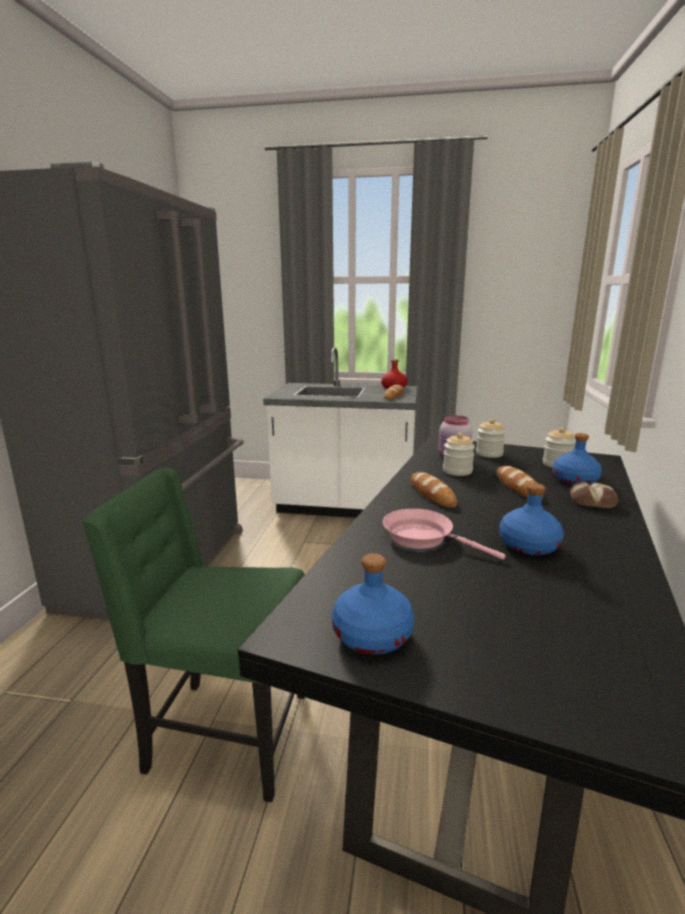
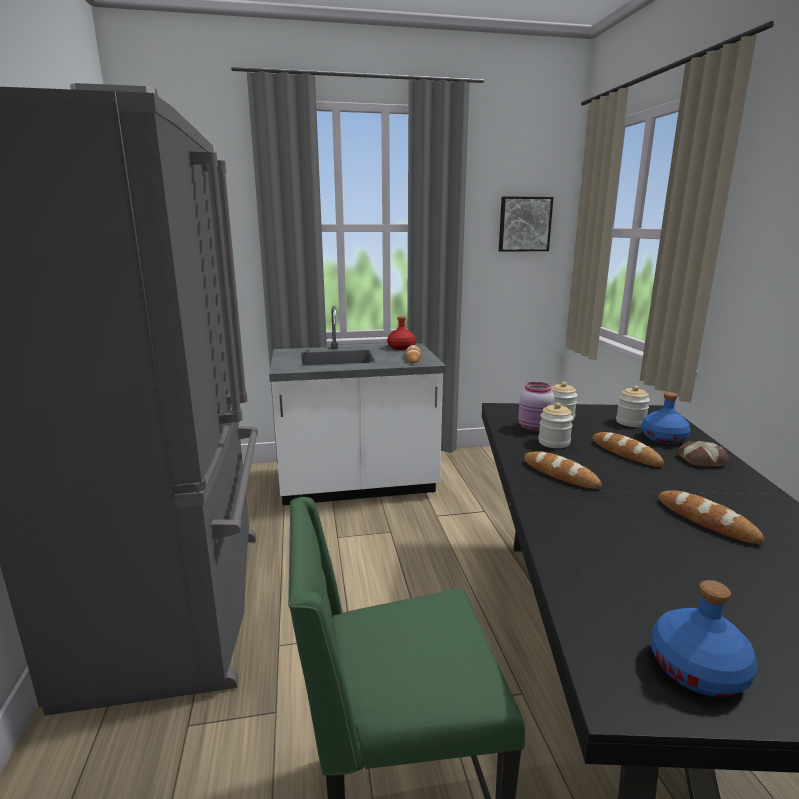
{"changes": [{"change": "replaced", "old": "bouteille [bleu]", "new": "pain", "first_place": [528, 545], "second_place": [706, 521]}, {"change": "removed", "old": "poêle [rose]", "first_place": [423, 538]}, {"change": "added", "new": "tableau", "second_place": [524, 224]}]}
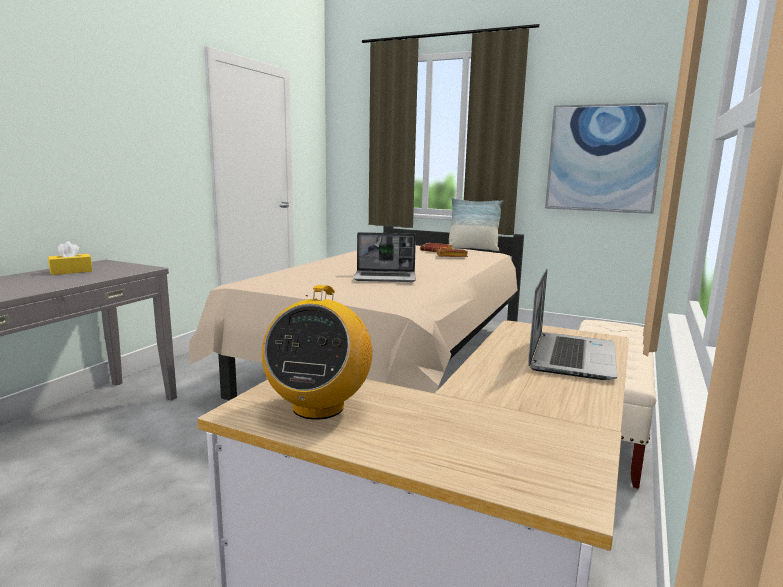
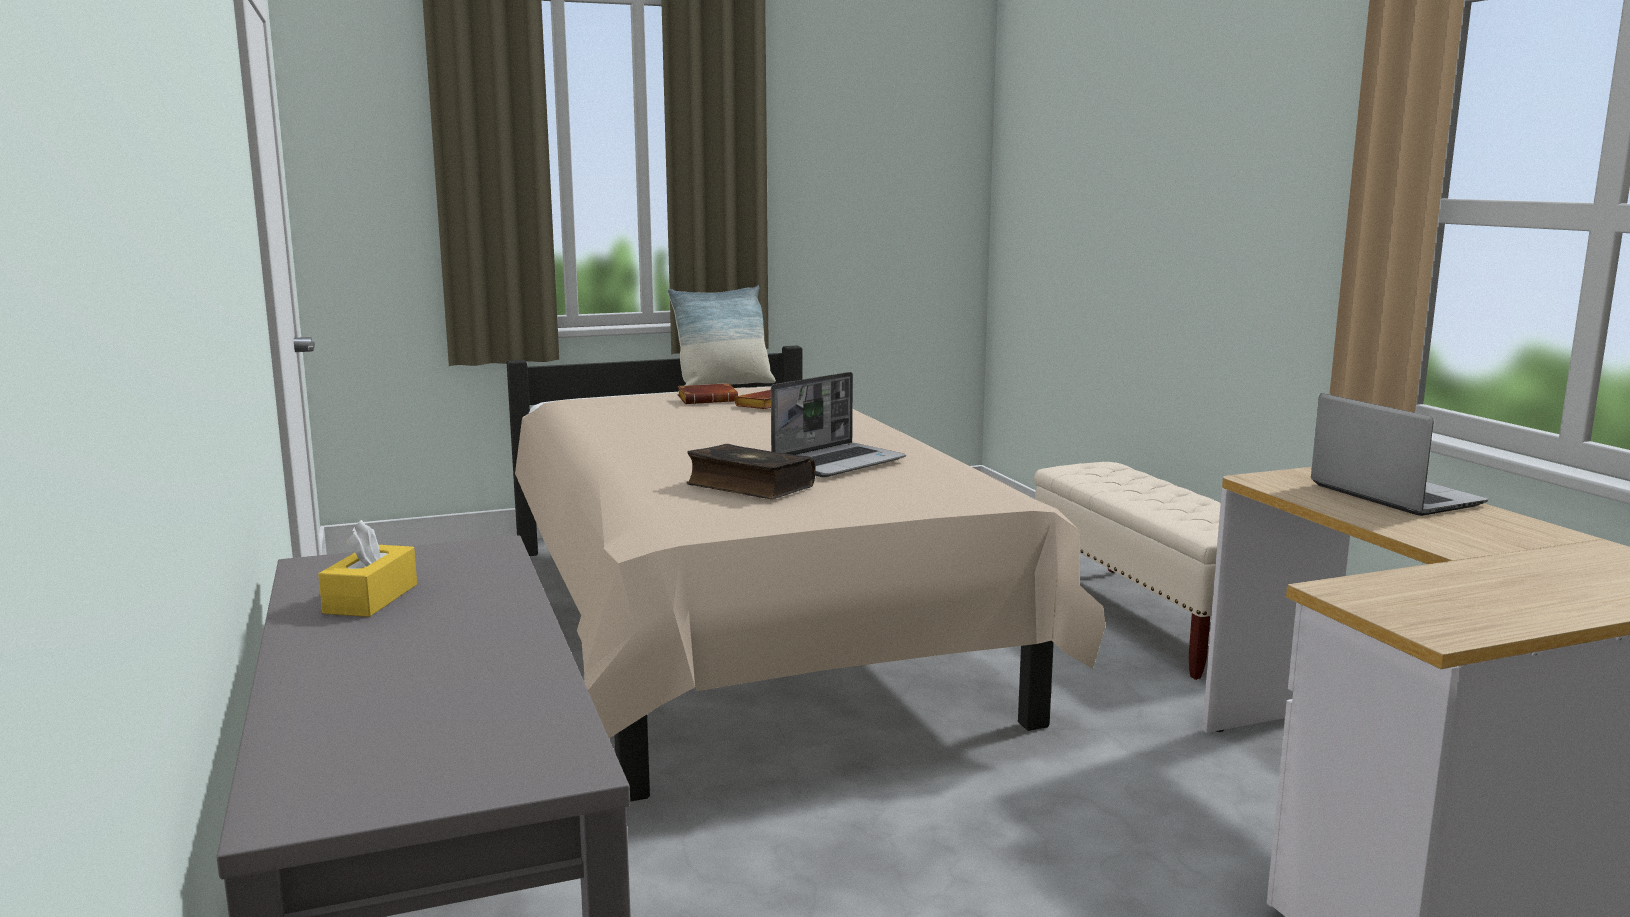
{"changes": [{"change": "removed", "old": "tableau", "first_place": [603, 158]}, {"change": "removed", "old": "radio", "first_place": [318, 407]}, {"change": "added", "new": "livre", "second_place": [749, 486]}]}
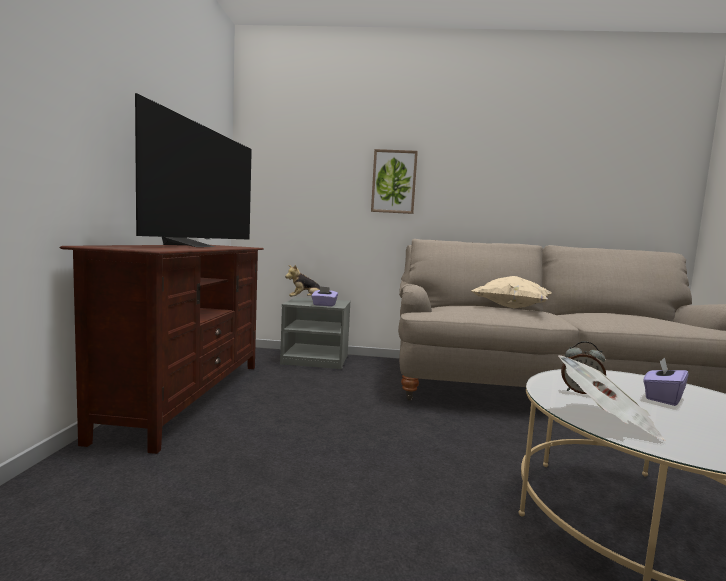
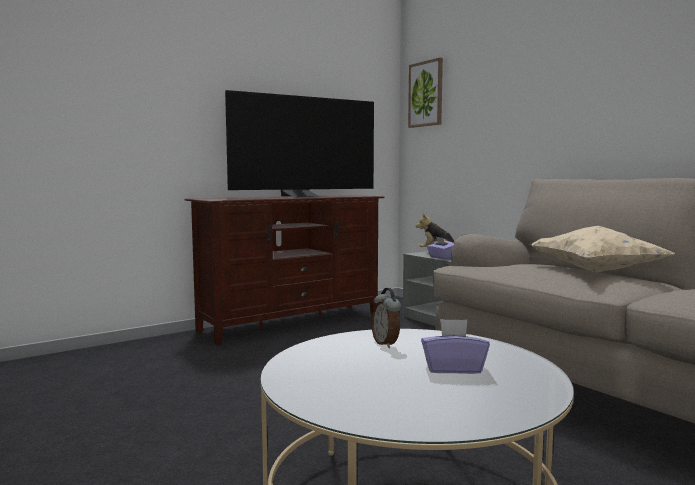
{"changes": [{"change": "moved", "old": "tableau", "first_place": [394, 182], "second_place": [426, 94]}, {"change": "removed", "old": "journal", "first_place": [607, 420]}]}
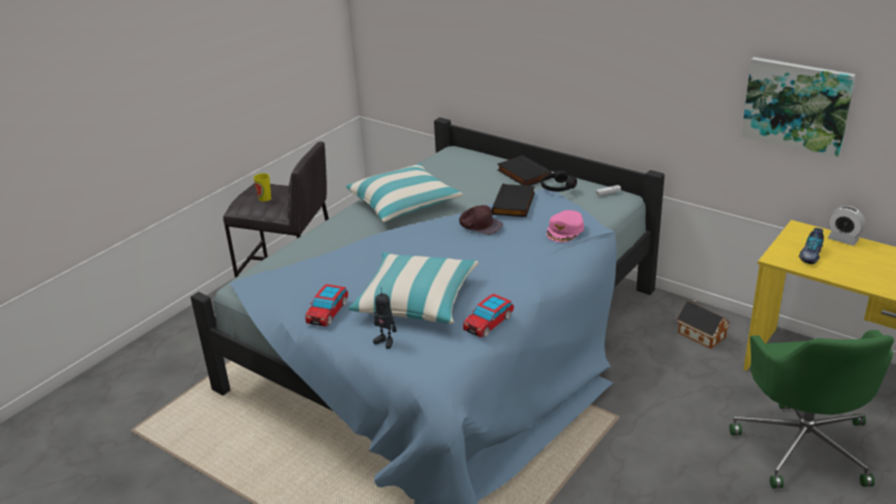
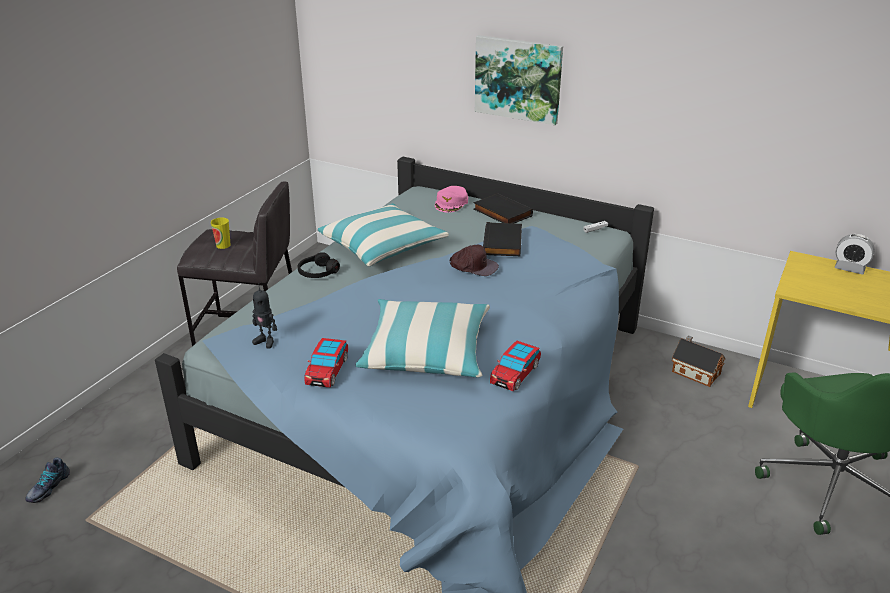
{"changes": [{"change": "moved", "old": "tableau", "first_place": [797, 105], "second_place": [518, 79]}, {"change": "moved", "old": "casque audio [noir]", "first_place": [557, 187], "second_place": [317, 272]}, {"change": "moved", "old": "casquette [rose]", "first_place": [565, 230], "second_place": [451, 203]}, {"change": "moved", "old": "chaussure", "first_place": [810, 254], "second_place": [48, 487]}, {"change": "moved", "old": "robot jouet", "first_place": [385, 341], "second_place": [266, 341]}]}
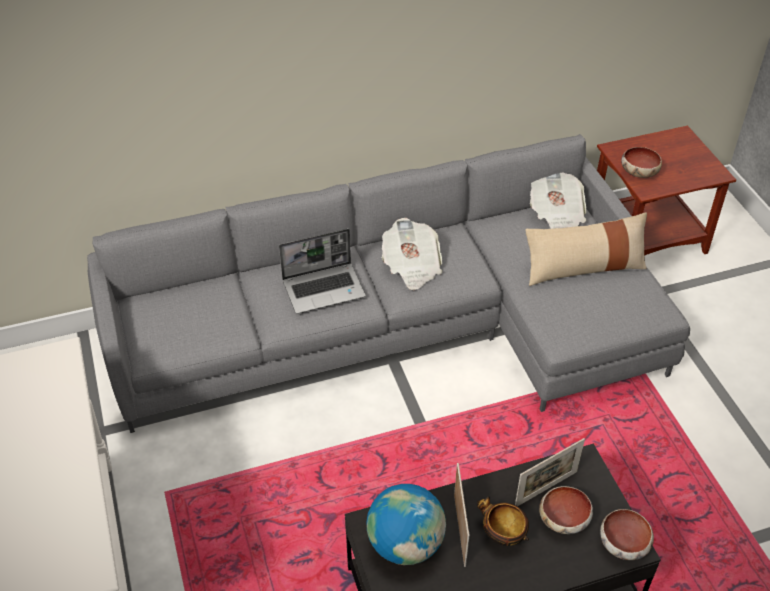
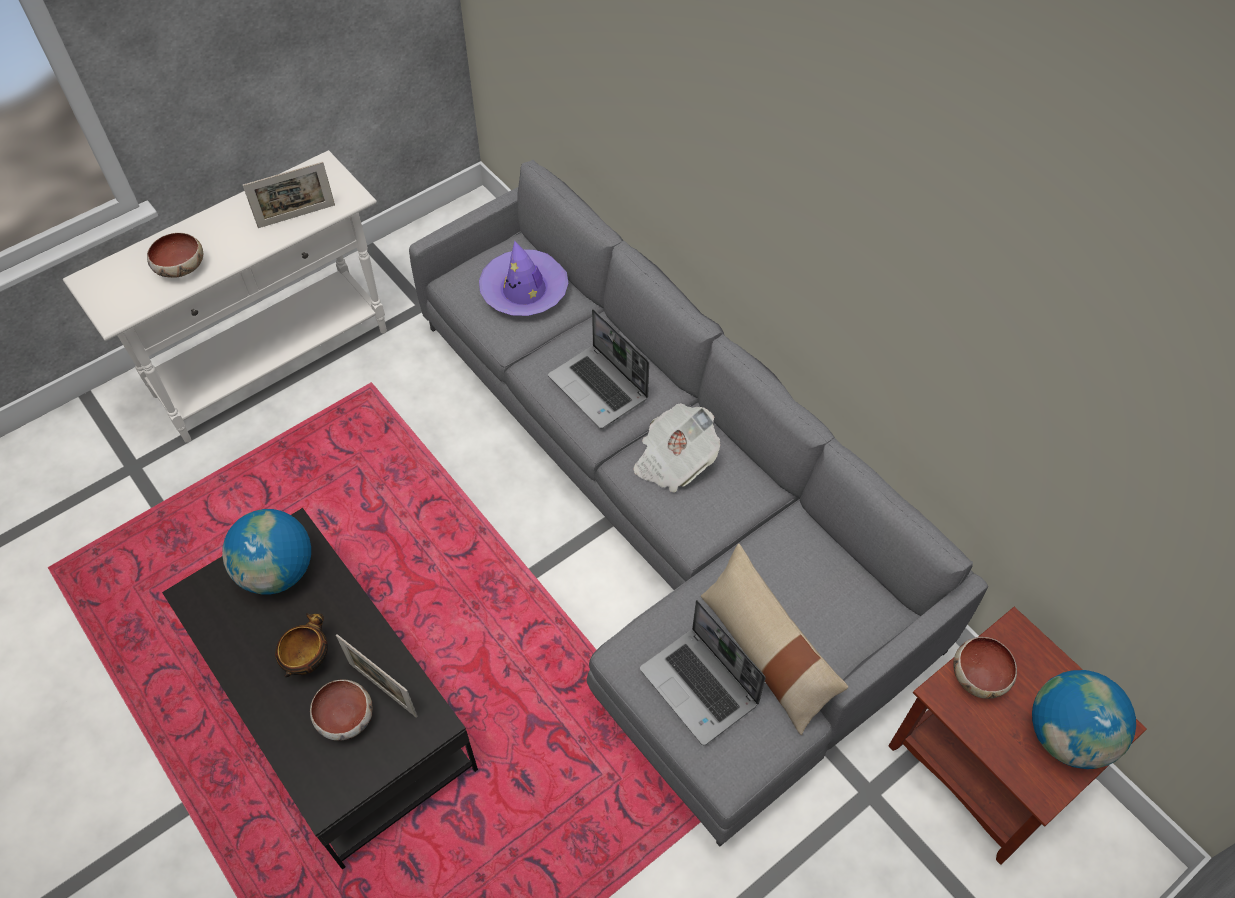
{"changes": [{"change": "removed", "old": "journal", "first_place": [556, 214]}, {"change": "moved", "old": "cadre photo", "first_place": [459, 530], "second_place": [296, 216]}, {"change": "moved", "old": "bol", "first_place": [624, 544], "second_place": [180, 268]}, {"change": "added", "new": "chapeau [violet]", "second_place": [524, 290]}, {"change": "added", "new": "ordinateur portable", "second_place": [700, 687]}, {"change": "added", "new": "globe", "second_place": [1068, 736]}]}
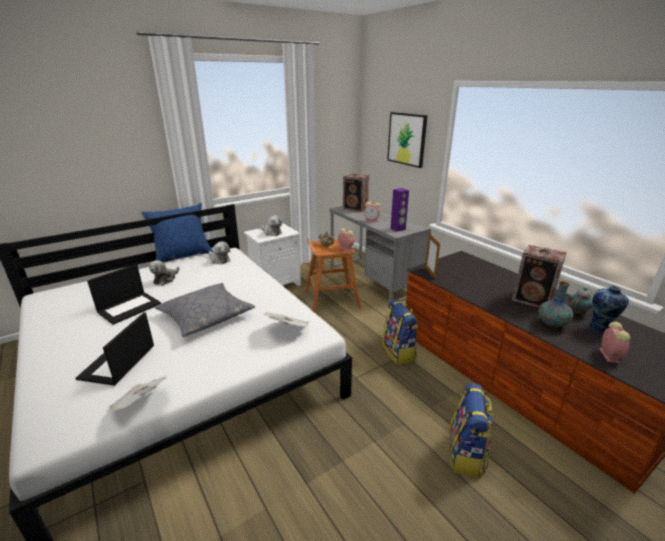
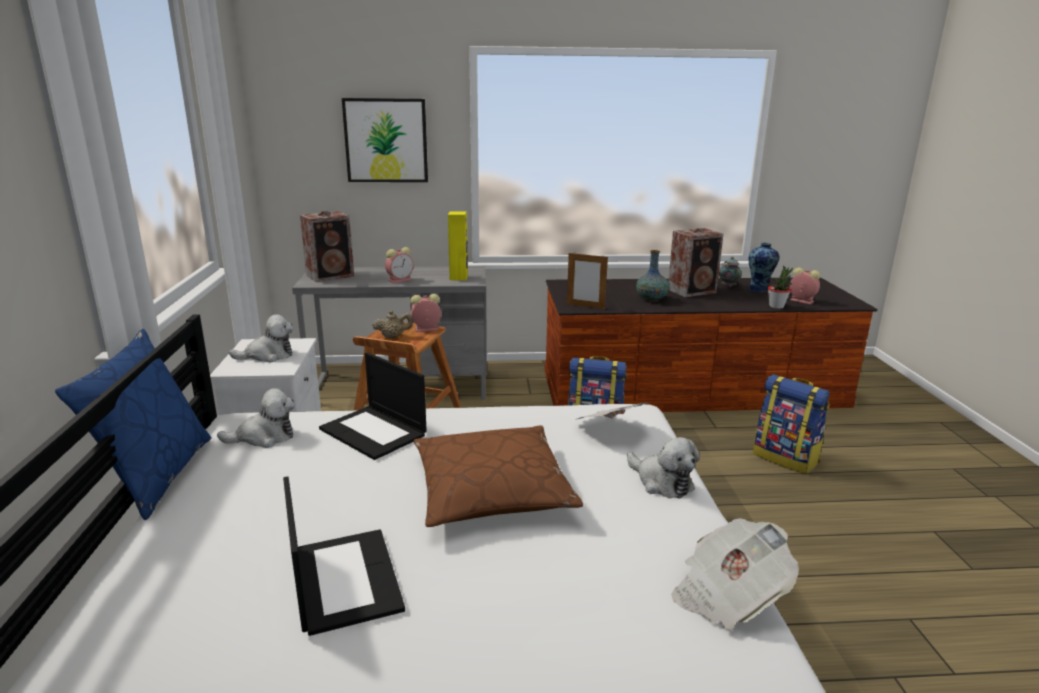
{"changes": [{"change": "recoloured", "old": "enceinte [violet]", "new": "enceinte [jaune]", "first_place": [398, 229], "second_place": [459, 277]}, {"change": "moved", "old": "peluche", "first_place": [165, 279], "second_place": [661, 482]}, {"change": "moved", "old": "vase", "first_place": [552, 323], "second_place": [651, 299]}, {"change": "recoloured", "old": "coussin [gris]", "new": "coussin [marron]", "first_place": [206, 316], "second_place": [491, 490]}, {"change": "moved", "old": "ordinateur portable", "first_place": [118, 363], "second_place": [374, 432]}, {"change": "added", "new": "plante en pot", "second_place": [776, 306]}]}
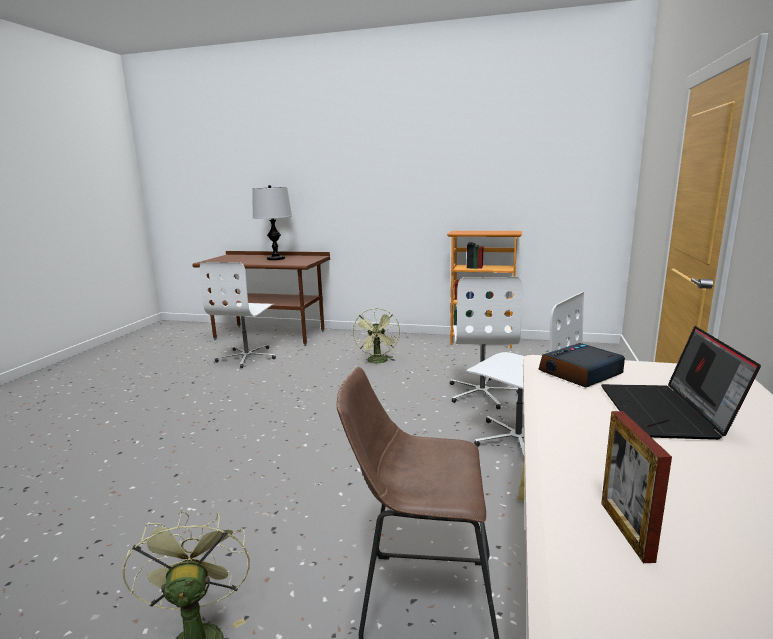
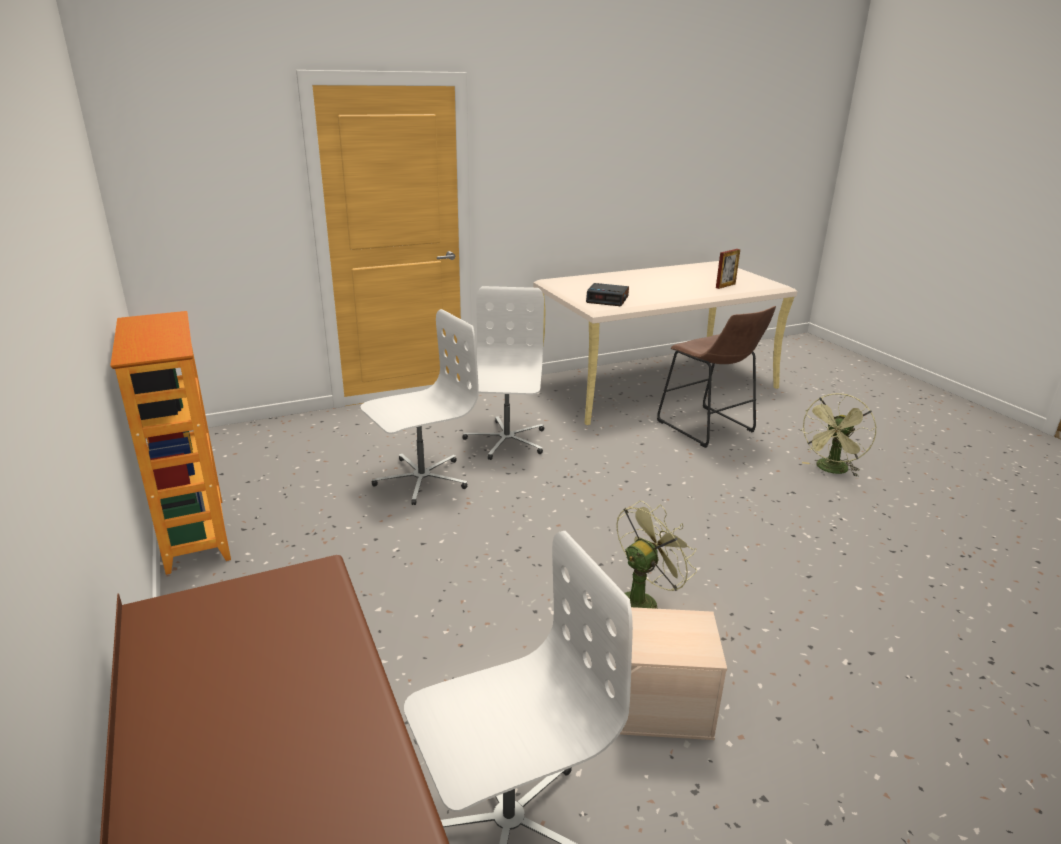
{"changes": [{"change": "removed", "old": "lampe de table", "first_place": [276, 258]}, {"change": "moved", "old": "ventilateur [vert]", "first_place": [378, 362], "second_place": [642, 601]}, {"change": "removed", "old": "ordinateur portable", "first_place": [667, 413]}, {"change": "added", "new": "boîte de rangement [beige]", "second_place": [663, 704]}]}
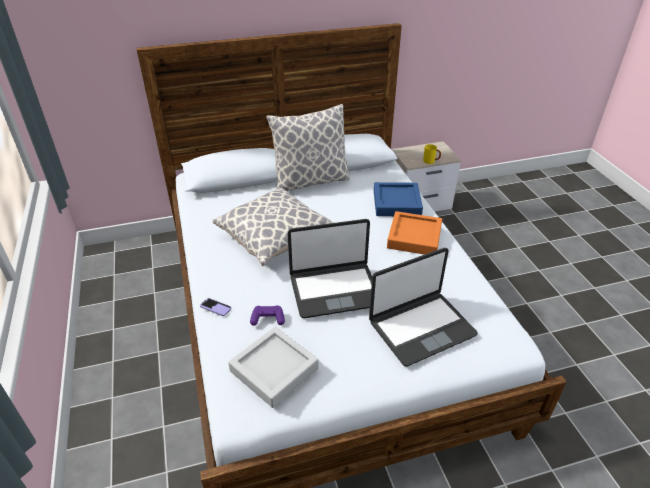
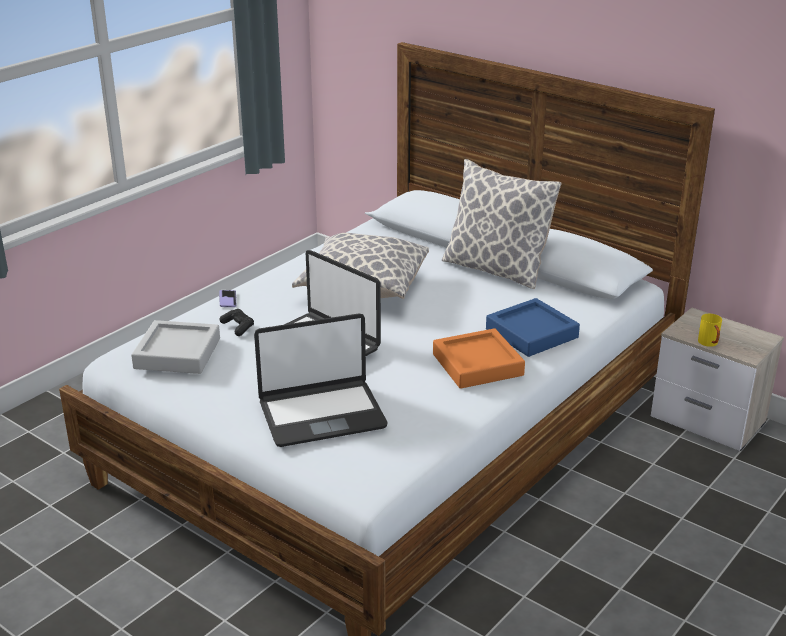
{"changes": [{"change": "turned", "old": "ordinateur portable", "first_place": [421, 328], "second_place": [321, 414], "degrees": -45}, {"change": "recoloured", "old": "manette [violet]", "new": "manette [noir]", "first_place": [268, 319], "second_place": [238, 327]}]}
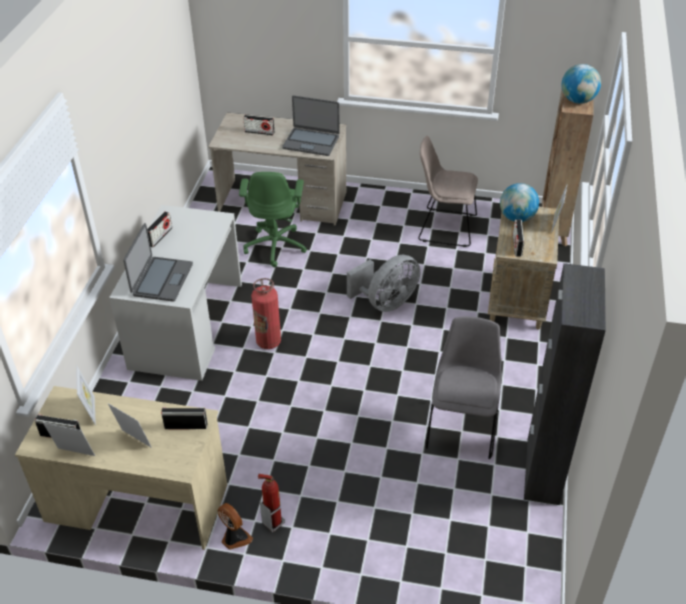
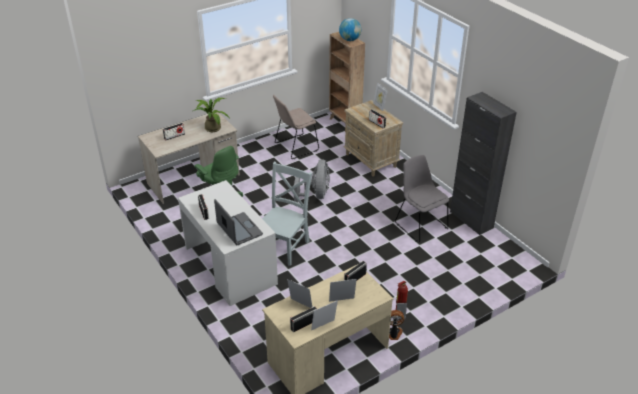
{"changes": [{"change": "replaced", "old": "ordinateur portable", "new": "plante en pot", "first_place": [311, 142], "second_place": [212, 127]}, {"change": "removed", "old": "globe", "first_place": [517, 218]}, {"change": "replaced", "old": "extincteur", "new": "chaise [gris]", "first_place": [268, 342], "second_place": [285, 246]}]}
